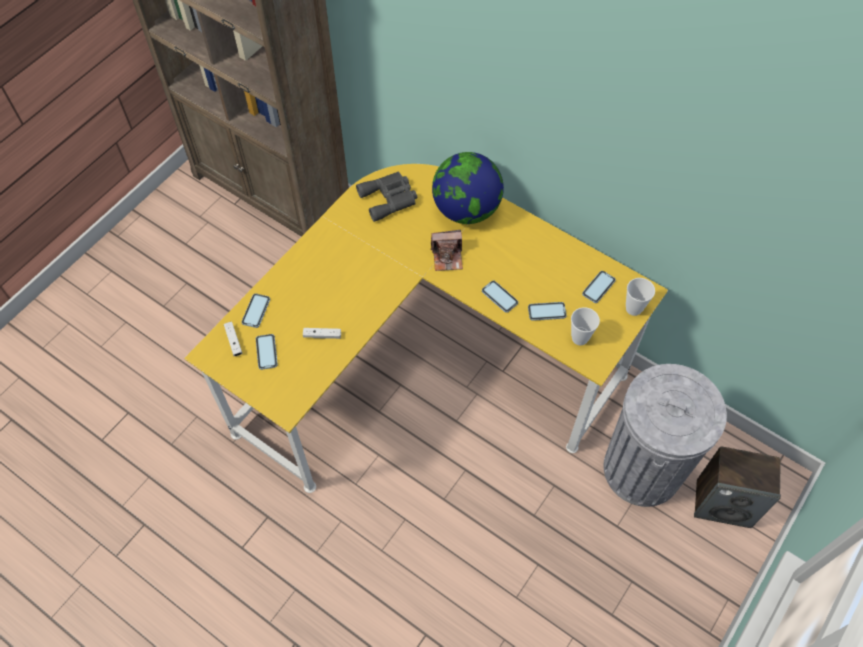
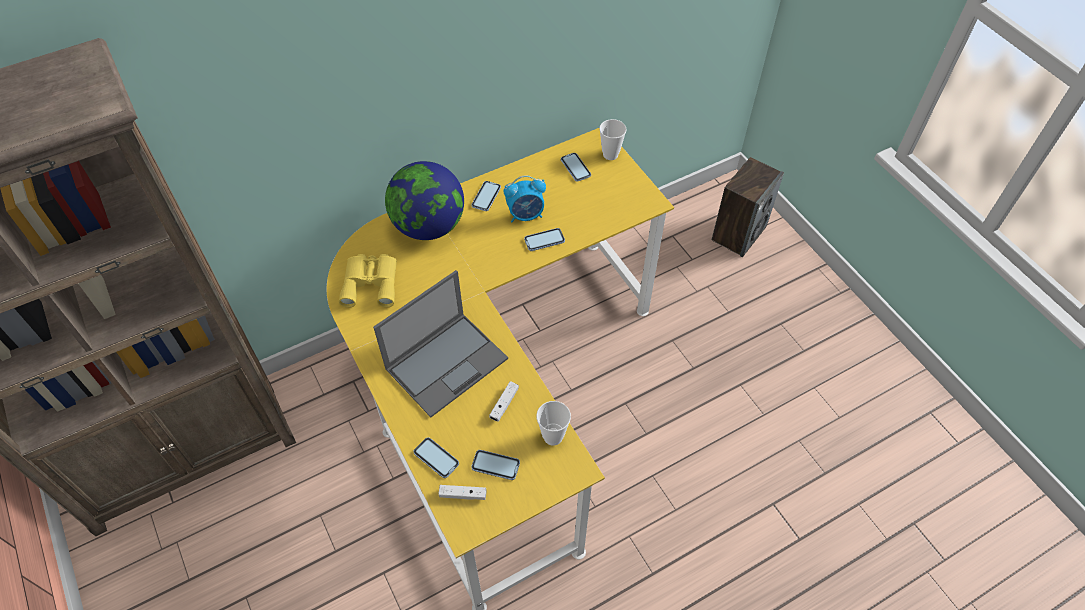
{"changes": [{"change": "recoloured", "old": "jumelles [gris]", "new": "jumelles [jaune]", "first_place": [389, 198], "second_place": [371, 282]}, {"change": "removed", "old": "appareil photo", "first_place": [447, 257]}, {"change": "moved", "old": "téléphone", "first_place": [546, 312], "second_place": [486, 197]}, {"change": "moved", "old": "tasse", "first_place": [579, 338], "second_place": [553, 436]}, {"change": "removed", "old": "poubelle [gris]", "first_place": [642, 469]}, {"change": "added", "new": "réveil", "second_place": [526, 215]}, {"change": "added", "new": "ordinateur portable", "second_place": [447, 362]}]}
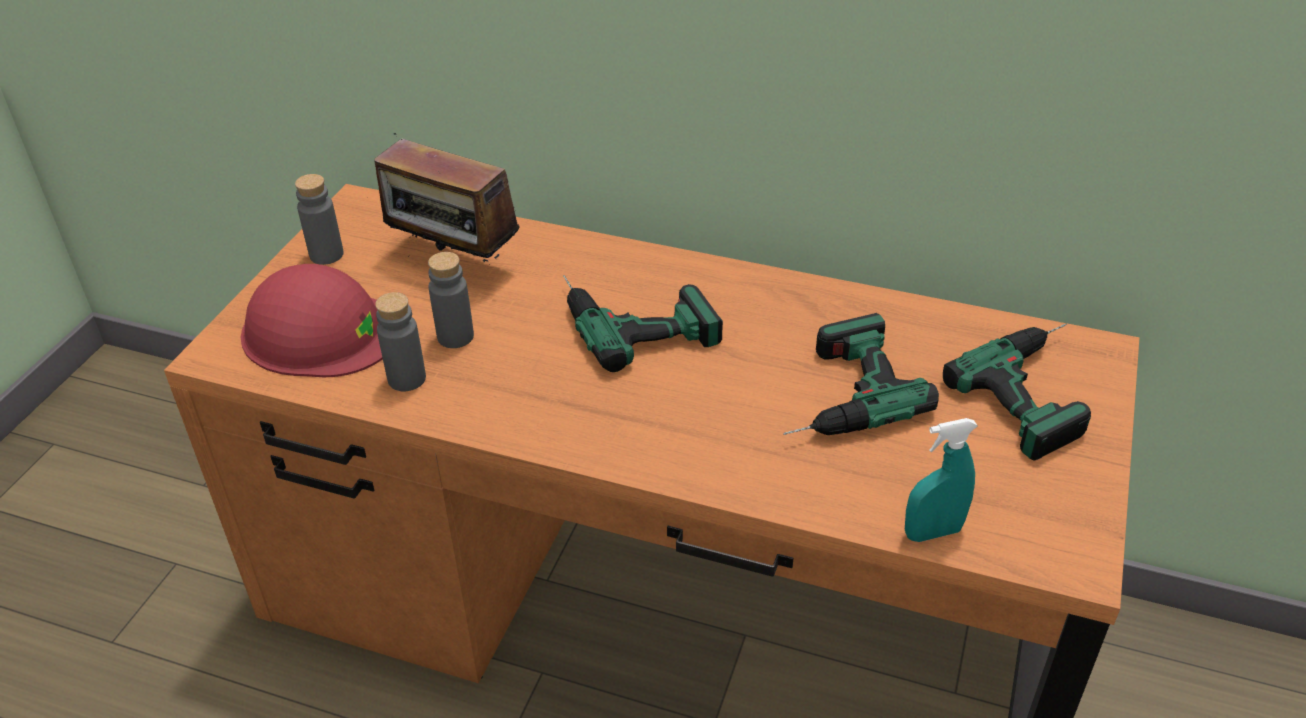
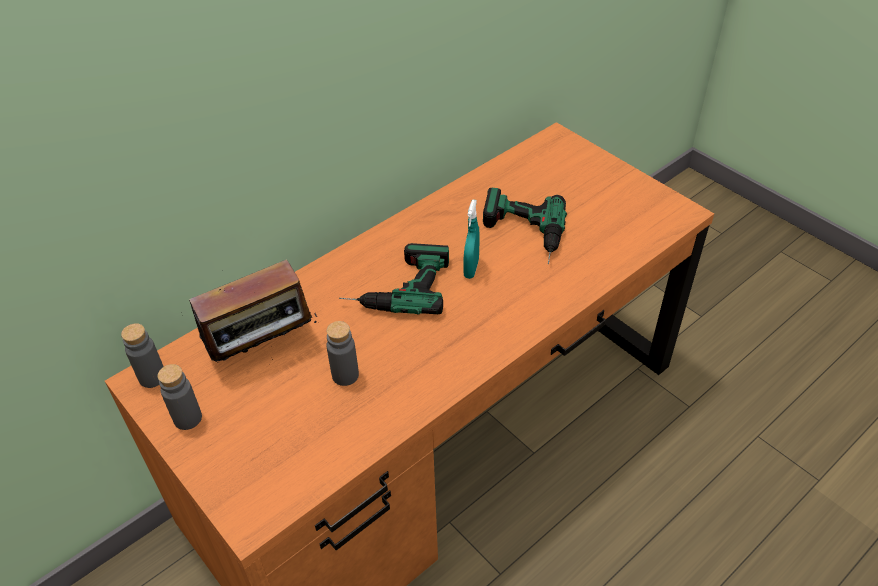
{"changes": [{"change": "removed", "old": "casque de chantier [rouge]", "first_place": [320, 332]}, {"change": "moved", "old": "bouteille [gris]", "first_place": [407, 379], "second_place": [152, 377]}, {"change": "removed", "old": "perceuse", "first_place": [1041, 390]}, {"change": "moved", "old": "vaporisateur [turquoise]", "first_place": [932, 532], "second_place": [471, 269]}]}
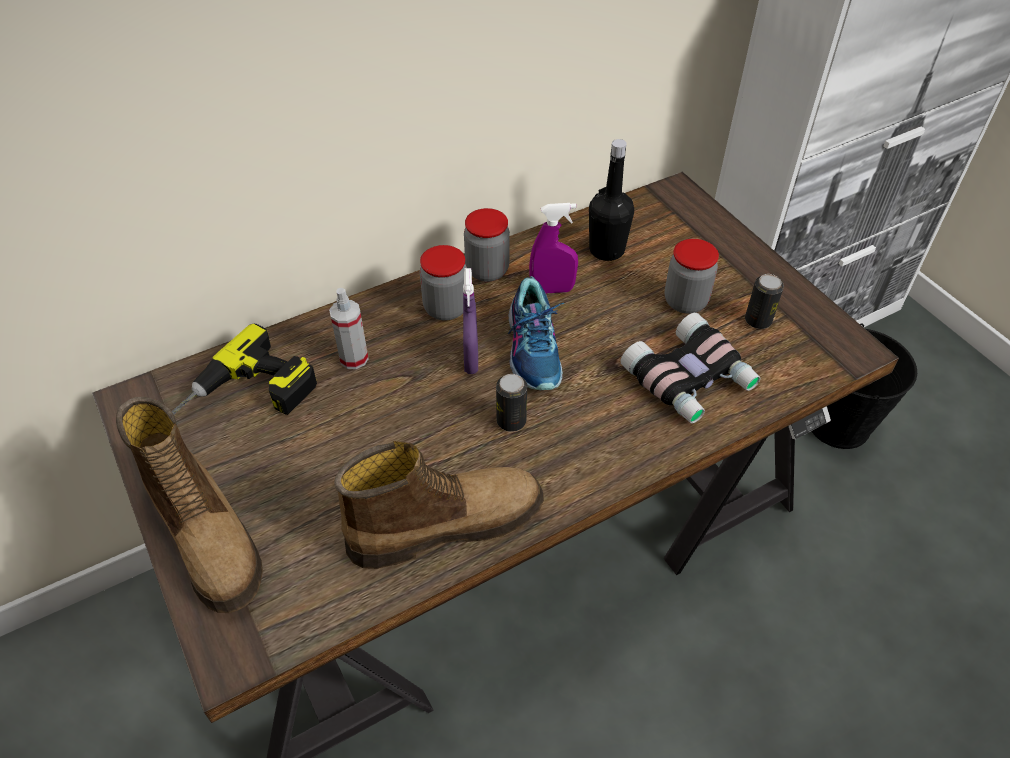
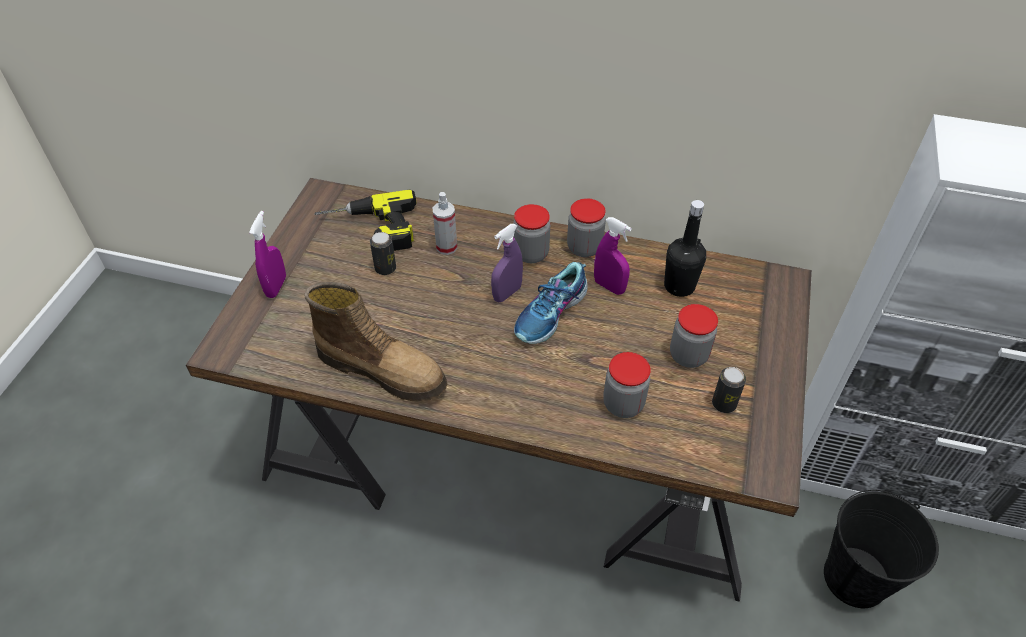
{"changes": [{"change": "replaced", "old": "jumelles", "new": "bocal", "first_place": [690, 380], "second_place": [623, 404]}, {"change": "moved", "old": "boîte métallique", "first_place": [511, 421], "second_place": [385, 268]}, {"change": "replaced", "old": "botte", "new": "vaporisateur [violet]", "first_place": [209, 536], "second_place": [276, 287]}]}
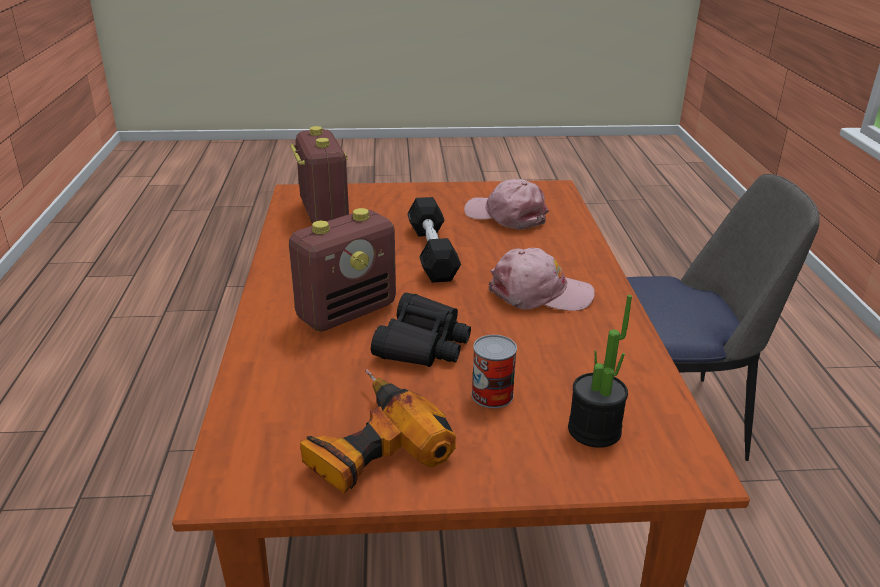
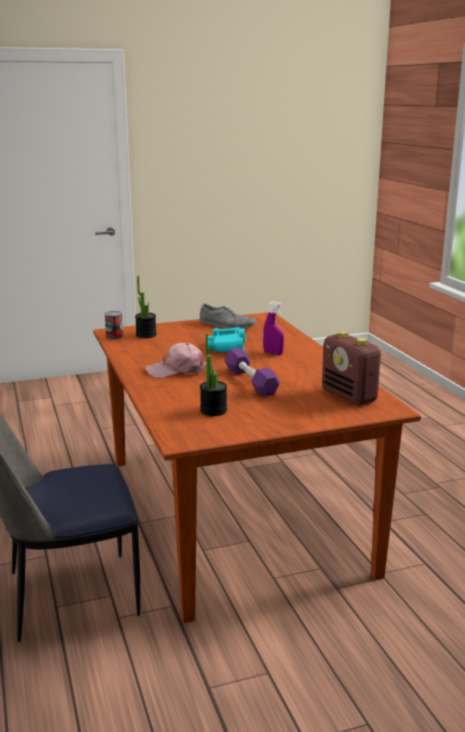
{"changes": [{"change": "replaced", "old": "casquette [rose]", "new": "plante en pot", "first_place": [506, 215], "second_place": [213, 410]}, {"change": "recoloured", "old": "haltère [noir]", "new": "haltère [violet]", "first_place": [432, 252], "second_place": [251, 381]}, {"change": "replaced", "old": "radio", "new": "vaporisateur [violet]", "first_place": [347, 311], "second_place": [273, 353]}, {"change": "recoloured", "old": "jumelles [noir]", "new": "jumelles [turquoise]", "first_place": [422, 344], "second_place": [227, 347]}, {"change": "moved", "old": "boîte métallique", "first_place": [492, 395], "second_place": [114, 336]}, {"change": "replaced", "old": "perceuse", "new": "chaussure [gris]", "first_place": [369, 446], "second_place": [227, 325]}]}
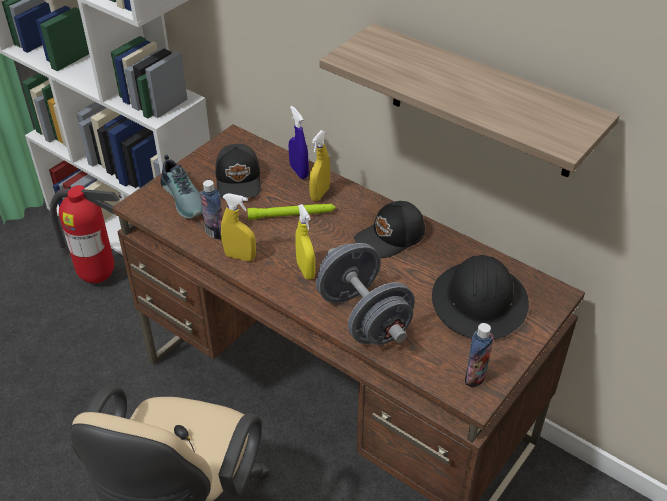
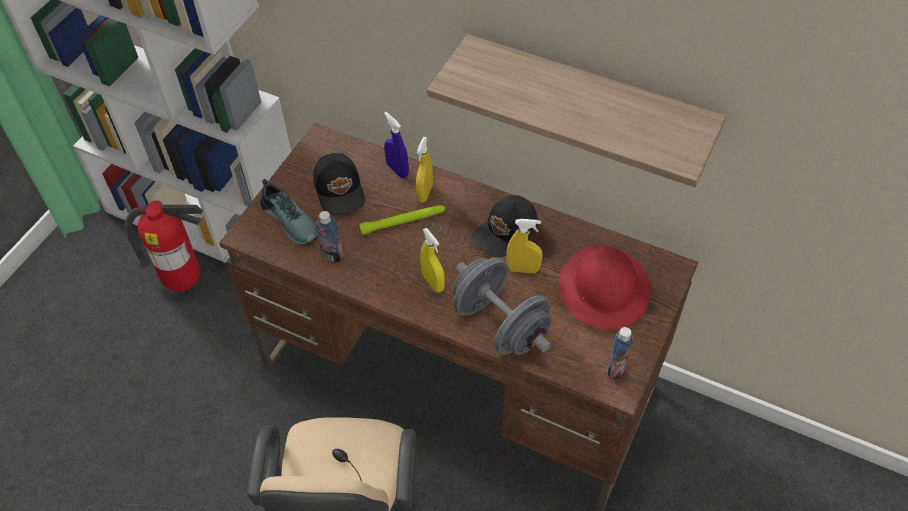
{"changes": [{"change": "moved", "old": "vaporisateur [jaune]", "first_place": [240, 256], "second_place": [523, 269]}, {"change": "recoloured", "old": "casque de chantier [noir]", "new": "casque de chantier [rouge]", "first_place": [480, 302], "second_place": [604, 289]}]}
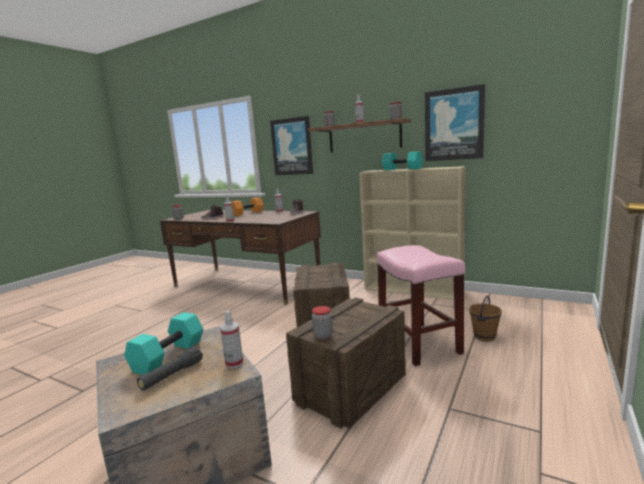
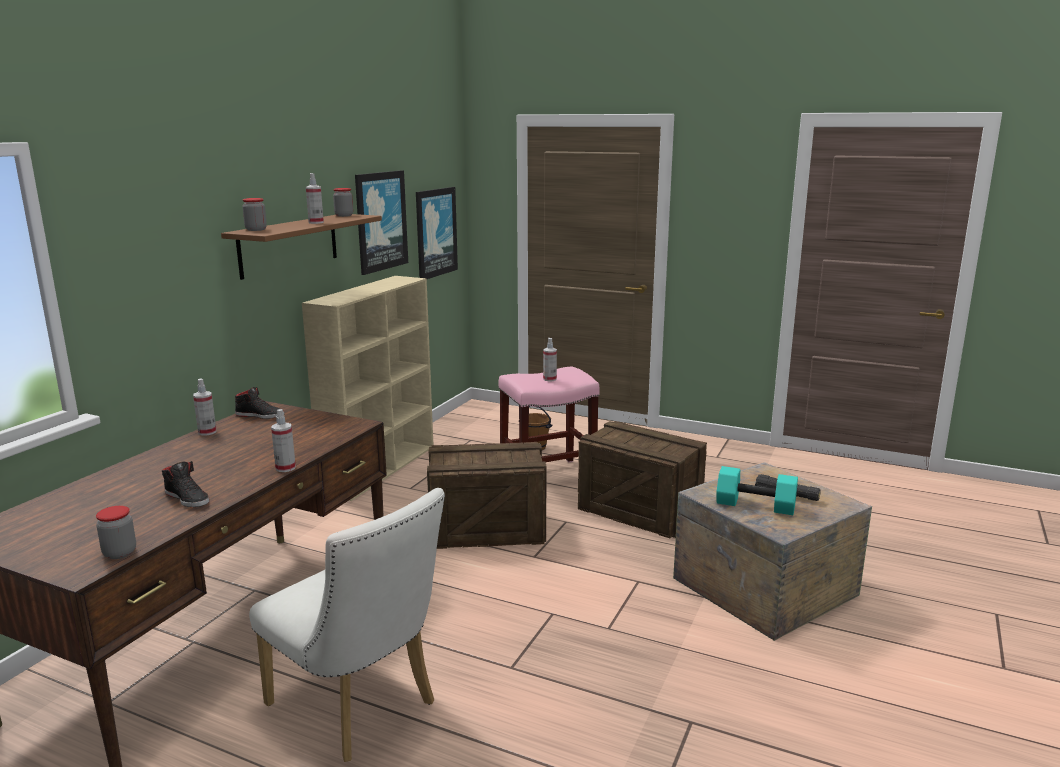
{"changes": [{"change": "moved", "old": "tableau", "first_place": [292, 146], "second_place": [435, 232]}, {"change": "removed", "old": "haltère [turquoise]", "first_place": [401, 169]}, {"change": "removed", "old": "haltère [orange]", "first_place": [247, 213]}, {"change": "removed", "old": "bocal", "first_place": [323, 336]}, {"change": "moved", "old": "vaporisateur", "first_place": [234, 363], "second_place": [549, 379]}, {"change": "added", "new": "chaise [blanc]", "second_place": [359, 708]}]}
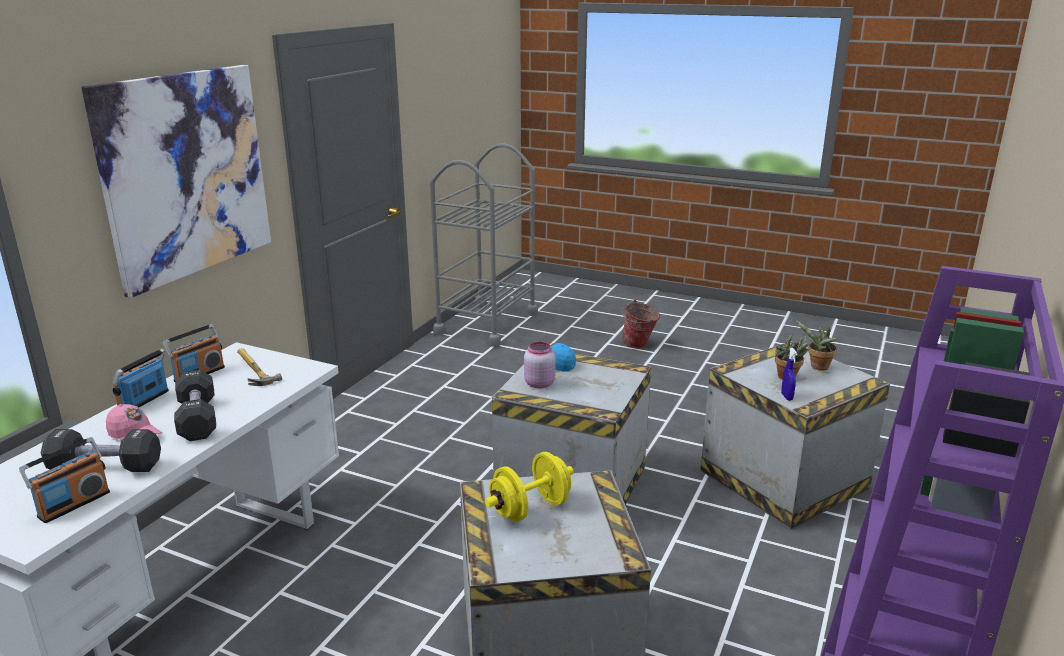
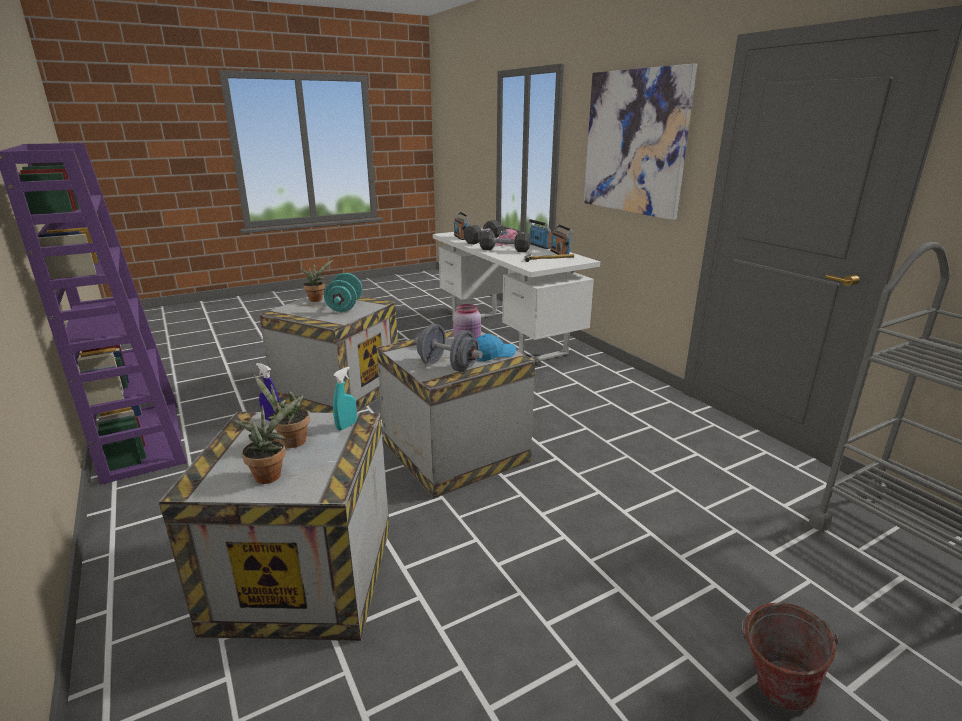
{"changes": [{"change": "recoloured", "old": "haltère [jaune]", "new": "haltère [turquoise]", "first_place": [530, 509], "second_place": [344, 307]}, {"change": "added", "new": "plante en pot", "second_place": [317, 299]}, {"change": "added", "new": "haltère [gris]", "second_place": [448, 366]}, {"change": "added", "new": "vaporisateur [turquoise]", "second_place": [346, 426]}]}
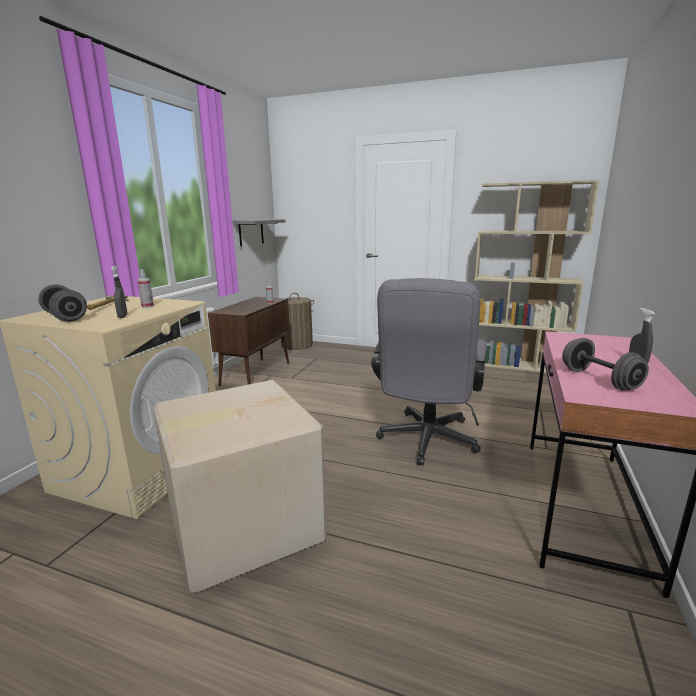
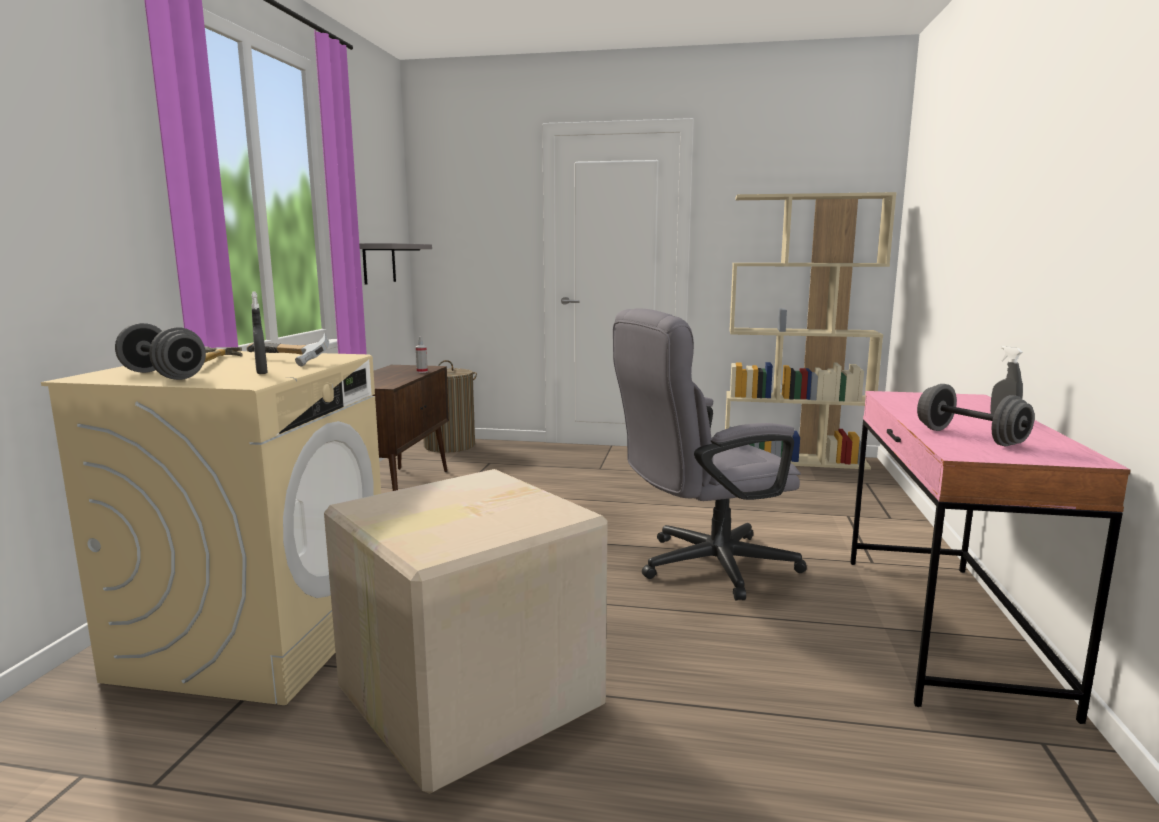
{"changes": [{"change": "replaced", "old": "vaporisateur", "new": "marteau", "first_place": [147, 306], "second_place": [285, 361]}, {"change": "turned", "old": "chaise de bureau [gris]", "first_place": [426, 442], "second_place": [703, 566], "degrees": 60}]}
